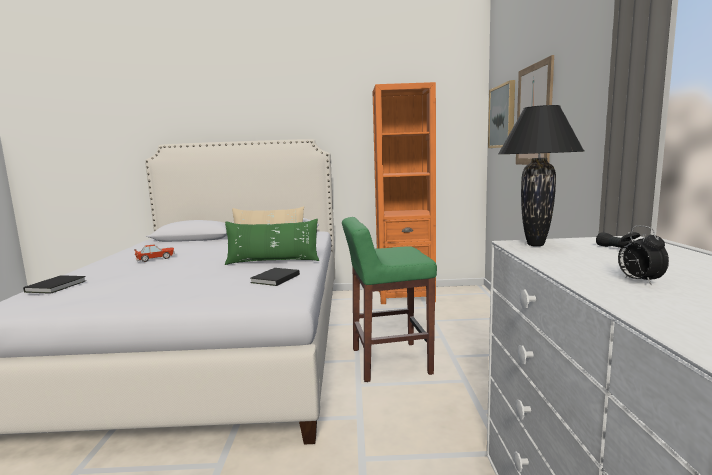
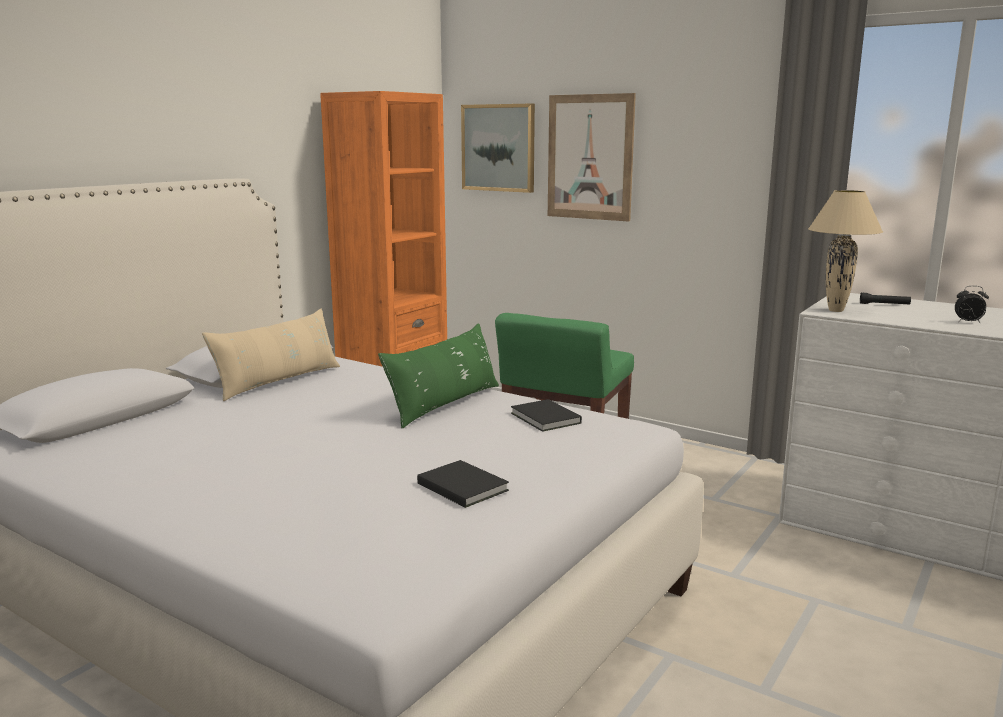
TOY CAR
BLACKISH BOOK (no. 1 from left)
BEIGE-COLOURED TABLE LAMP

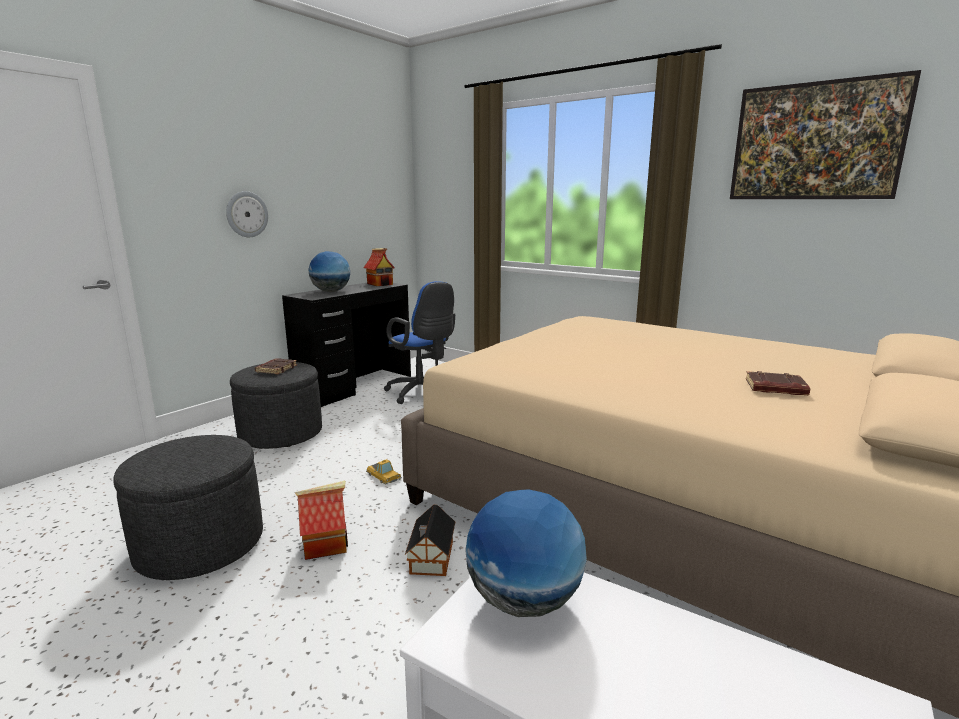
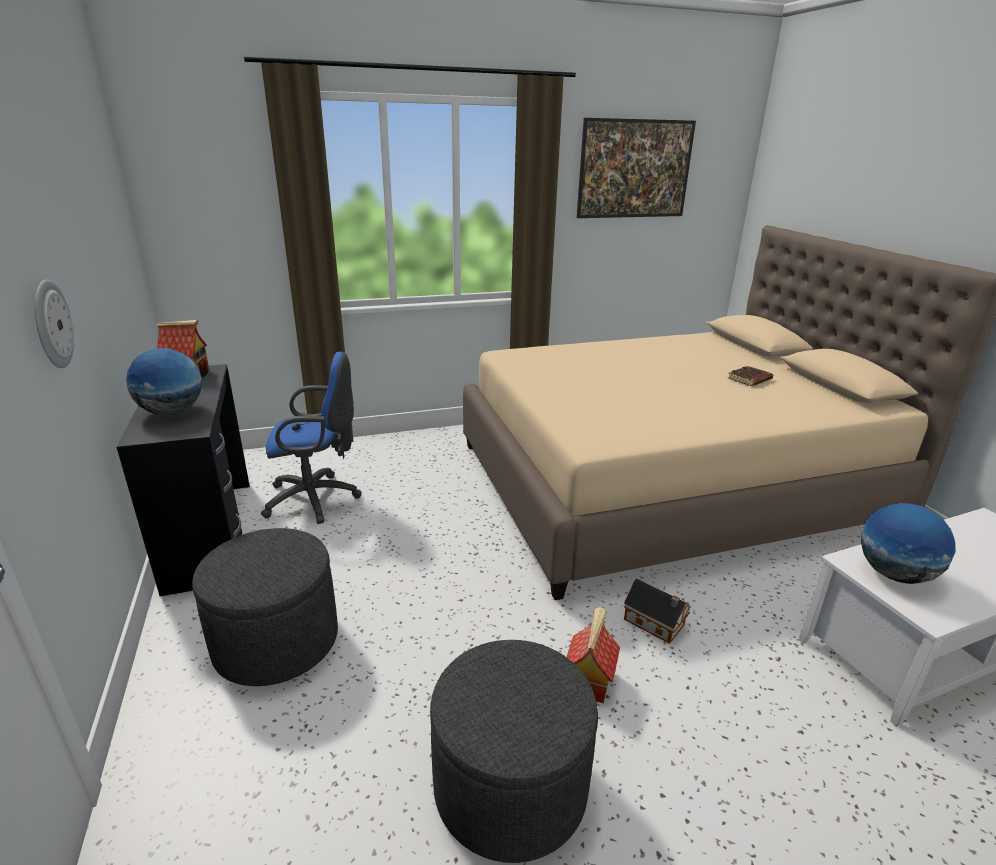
BROWN-COLOURED BOOK (no. 1 from left in the first image)
TOY CAR

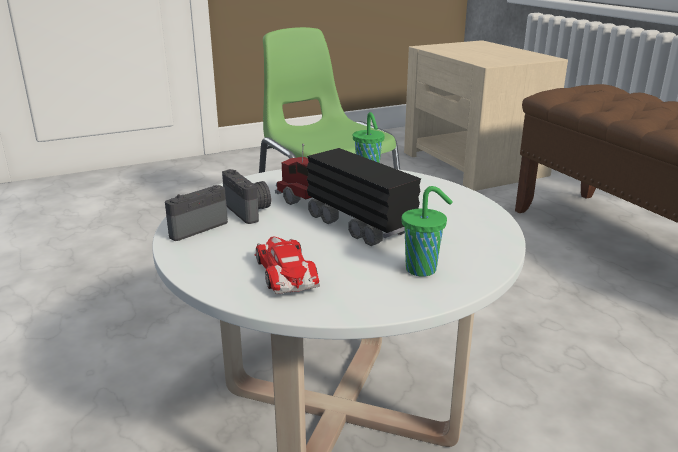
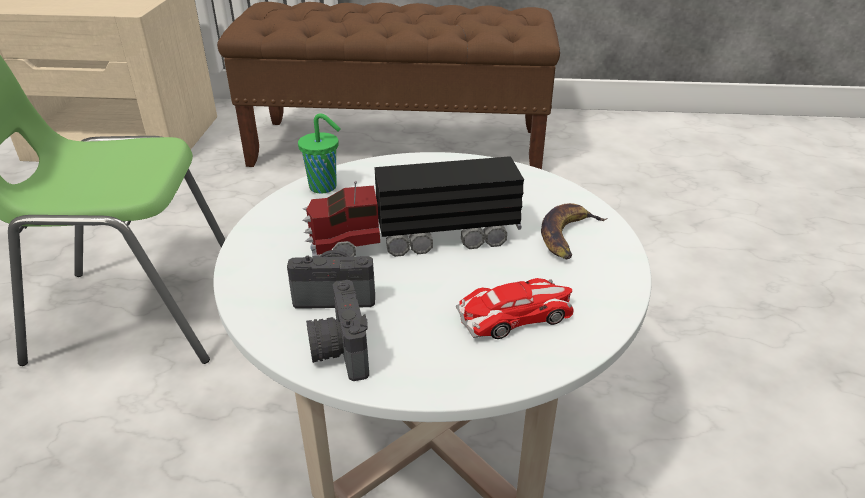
BANANA
TOY CAR

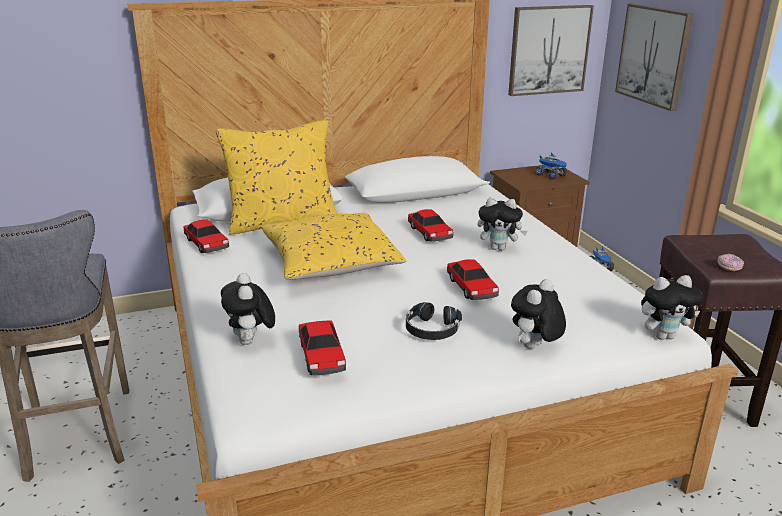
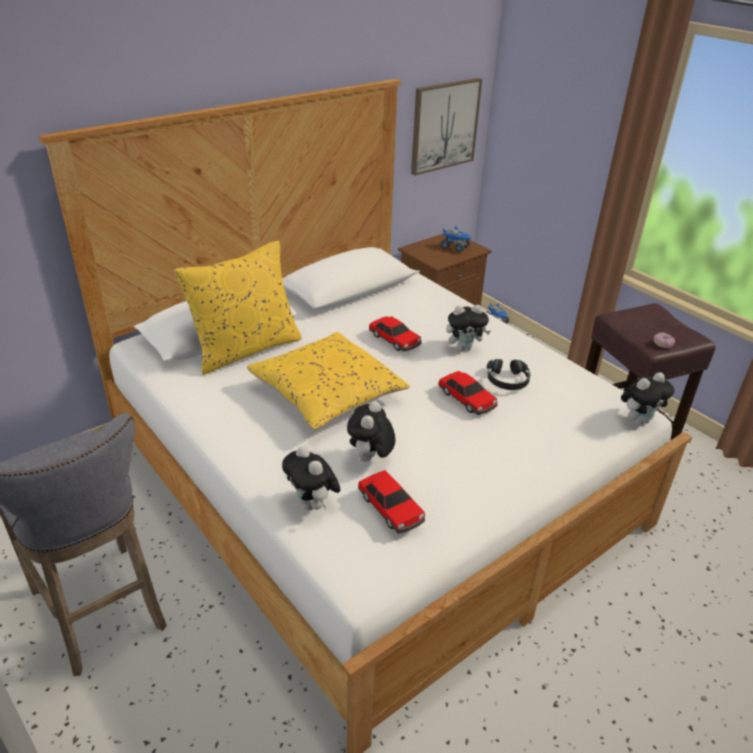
TOY CAR (no. 1 from left in the first image)
PICTURE (no. 2 from left in the first image)
BLACKISH HEADSET
CUDDLY TOY (no. 2 from left)

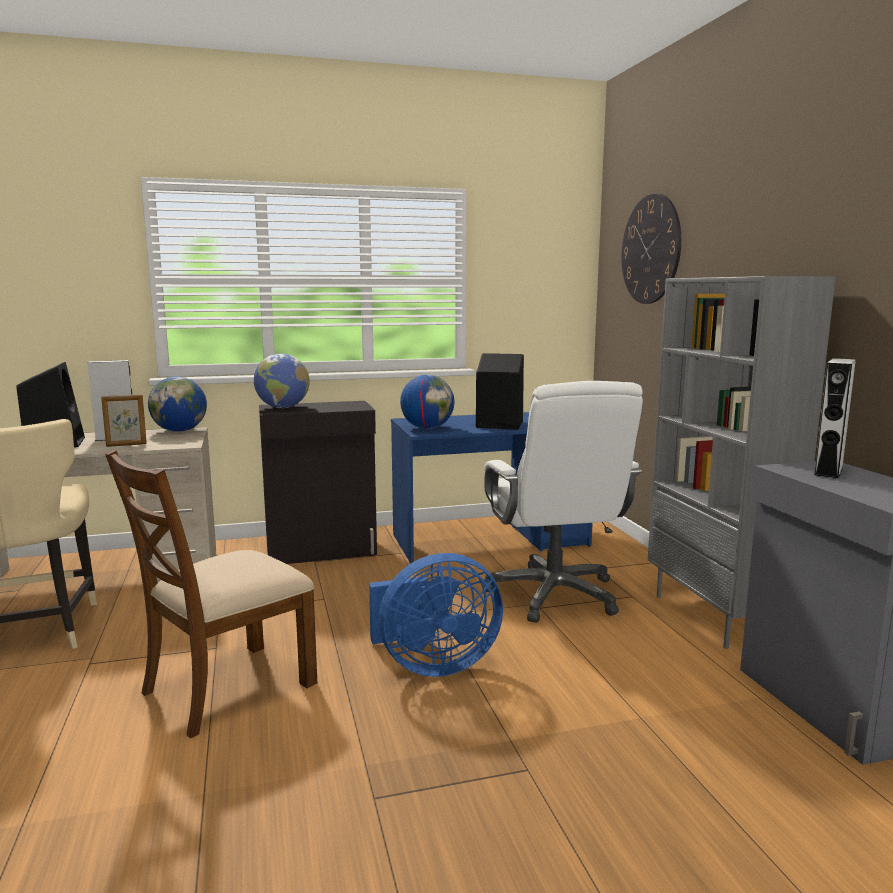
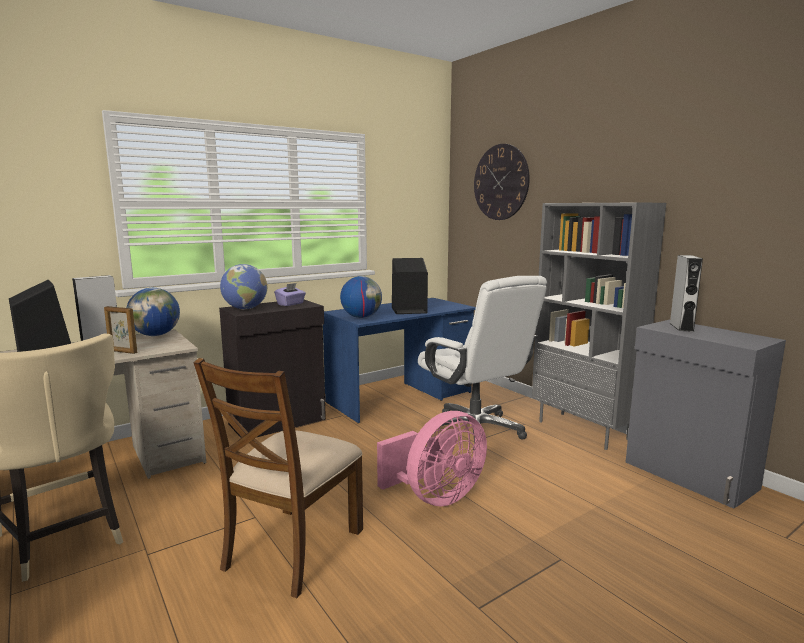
PURPLISH TISSUE HOLDER
PINK-COLOURED COOLING FAN
PHOTO FRAME

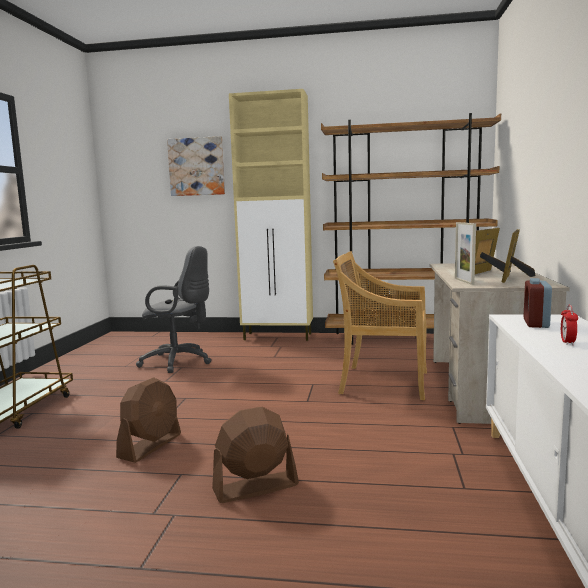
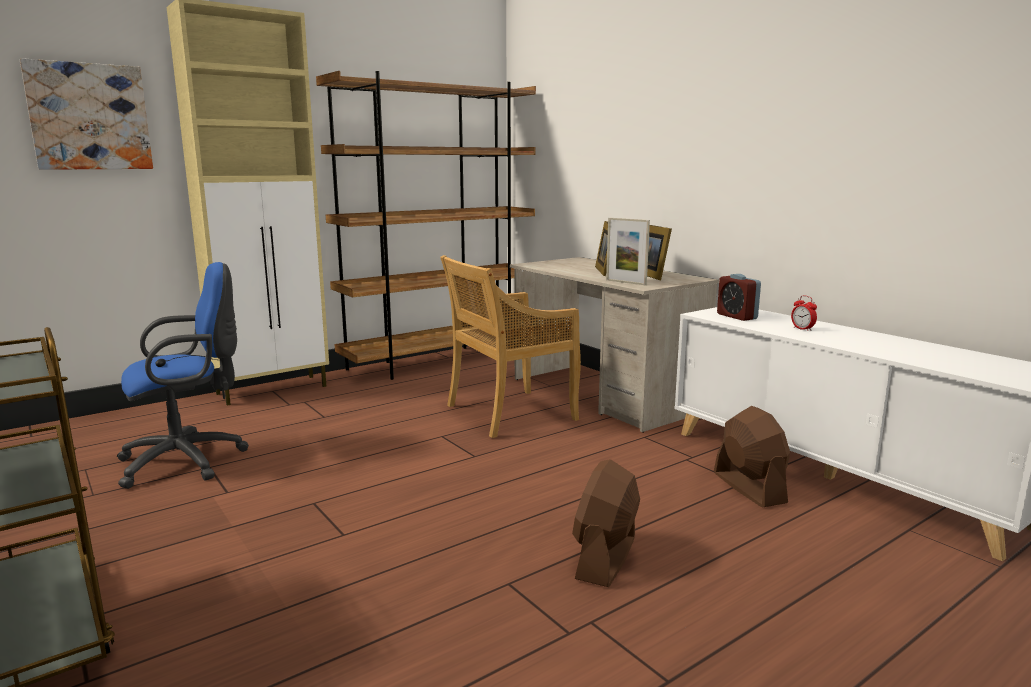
BROWN-COLOURED COOLING FAN (no. 2 from left)
BLUISH DESK CHAIR

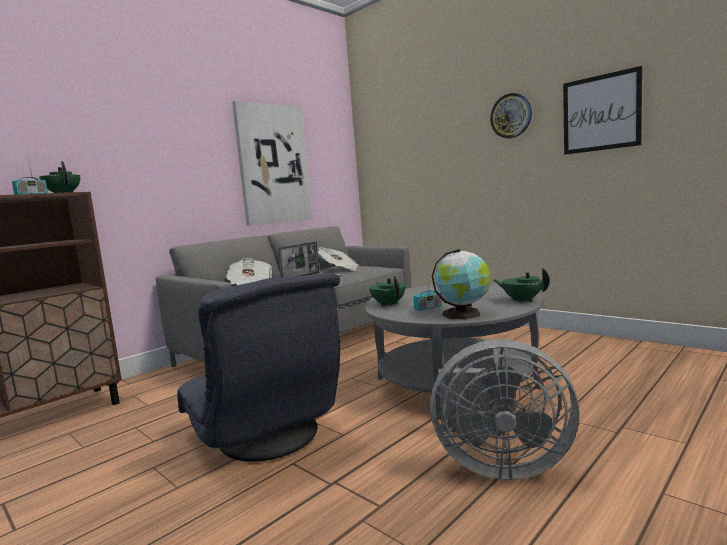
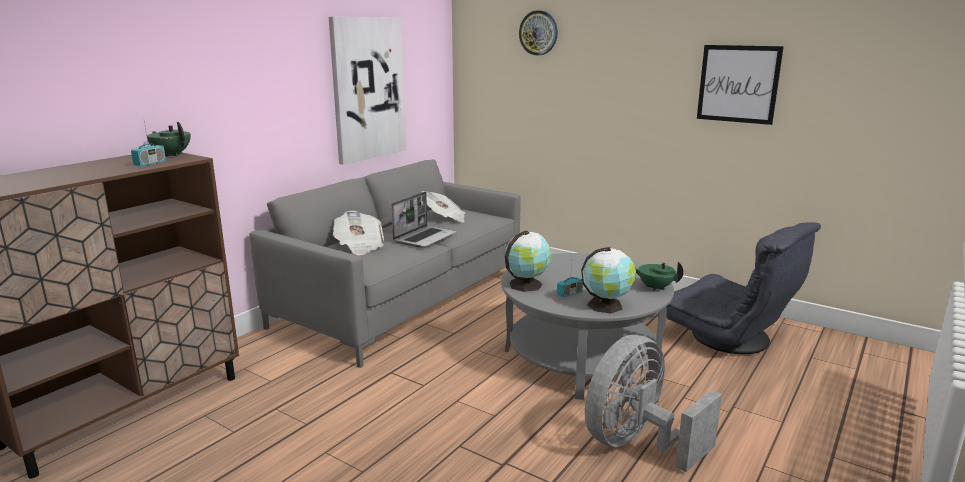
GRAY ARMCHAIR
CLOCK ON THE WALL
GLOBE (no. 1 from left)
GRAY COOLING FAN

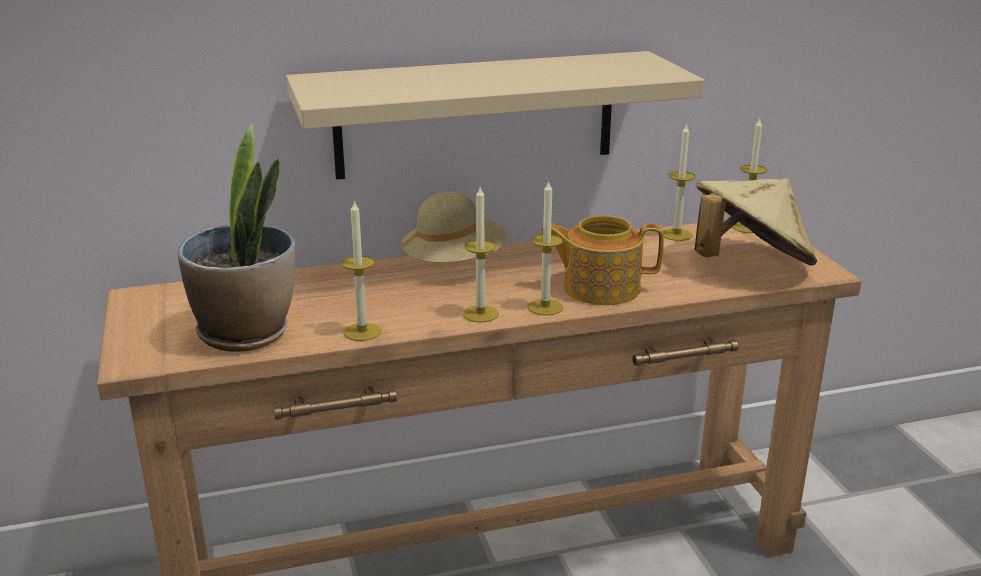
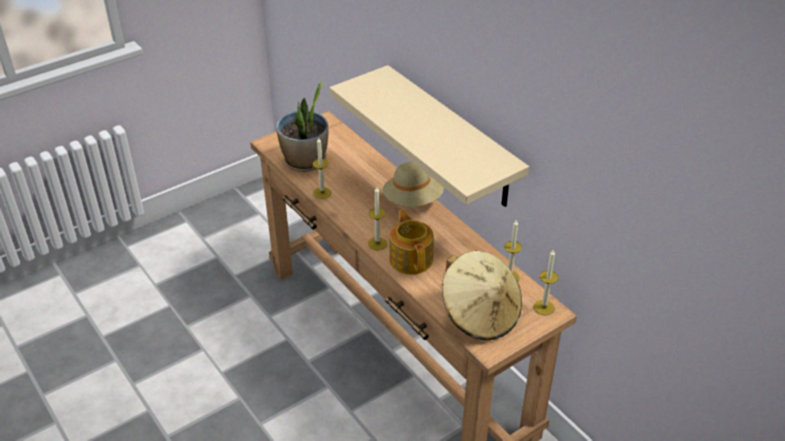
WAX CANDLE (no. 2 from left in the first image)

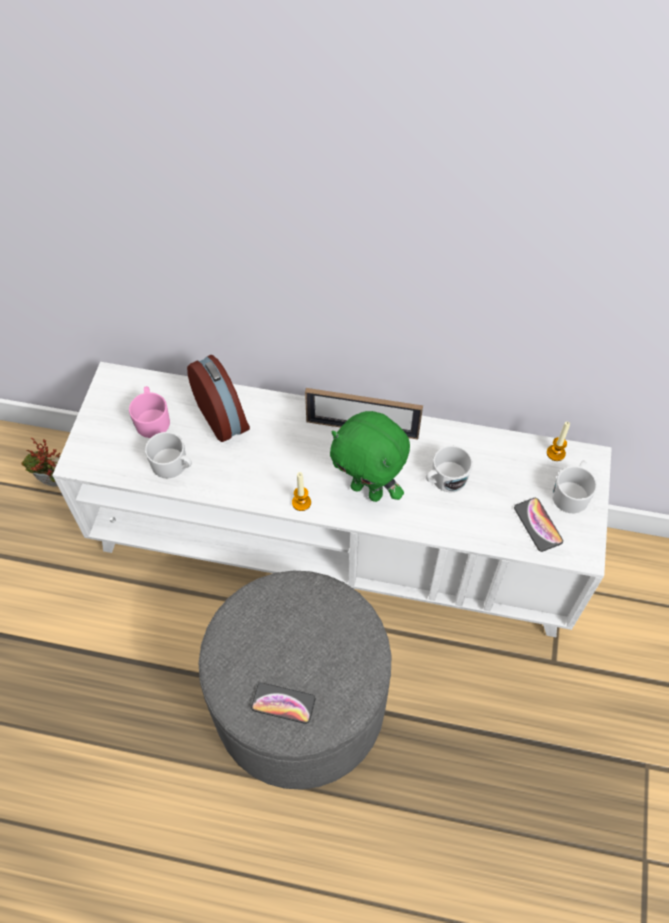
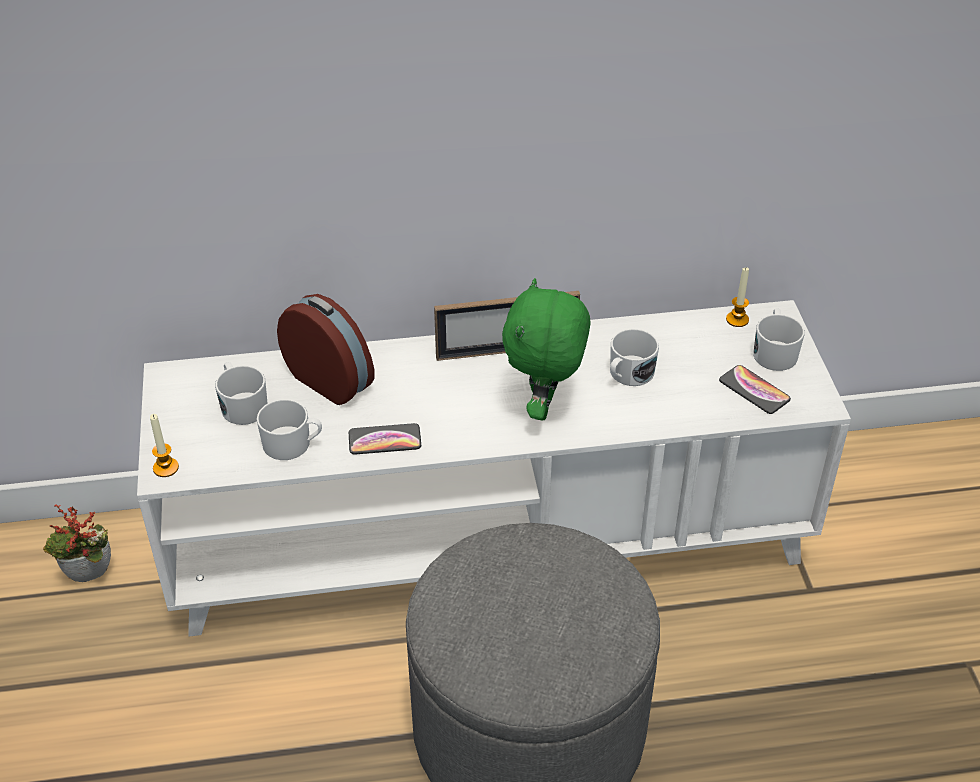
HANDSET (no. 1 from left)
WAX CANDLE (no. 1 from left)
WHITE-COLOURED COFFEE MUG (no. 1 from left)
GREEN CUDDLY TOY

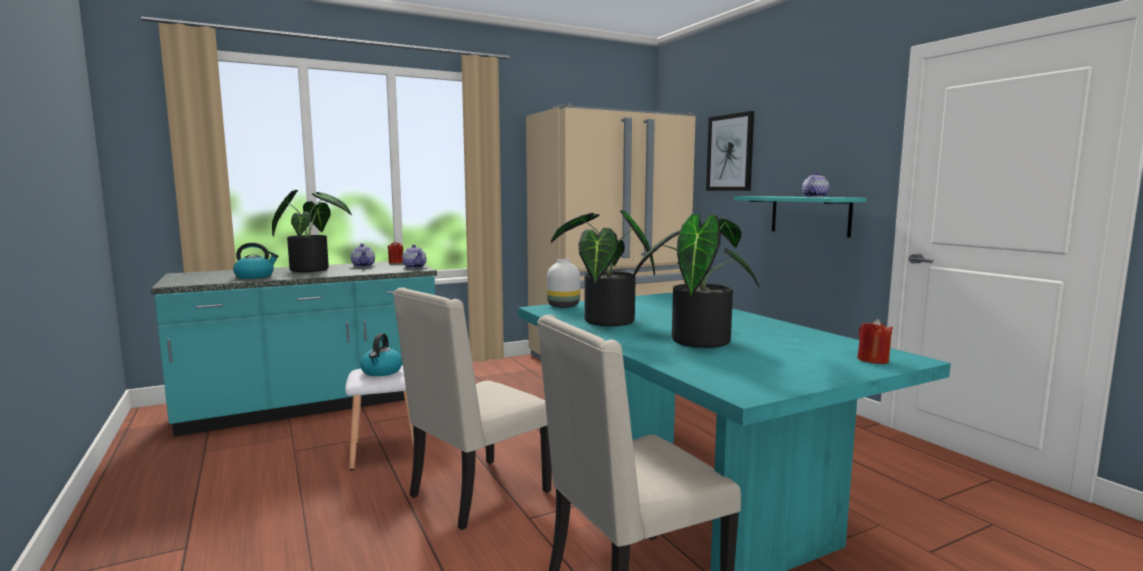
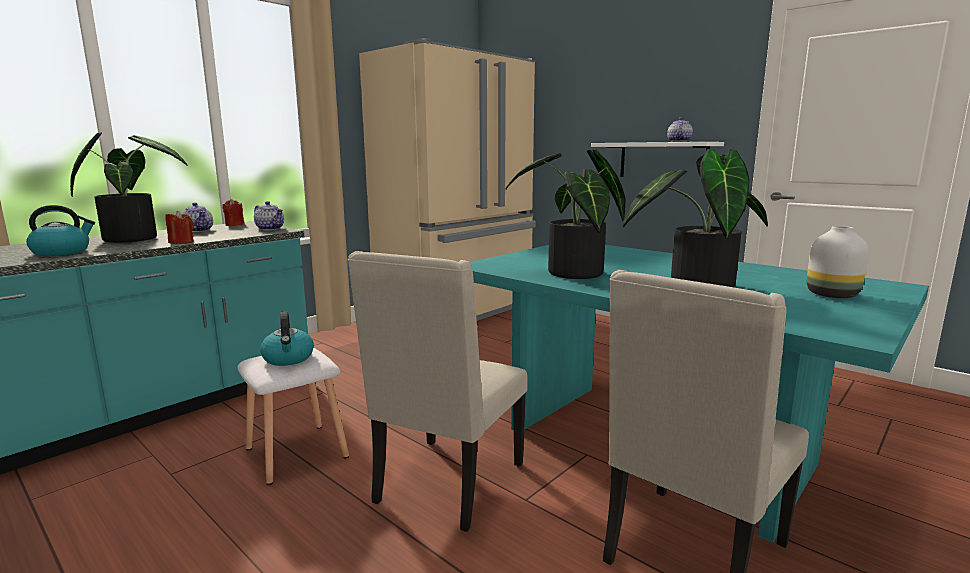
PICTURE
WHITE-COLOURED VASE
RED-COLOURED WAX CANDLE (no. 1 from left)
WHITE-COLOURED BRACKET SHELF

